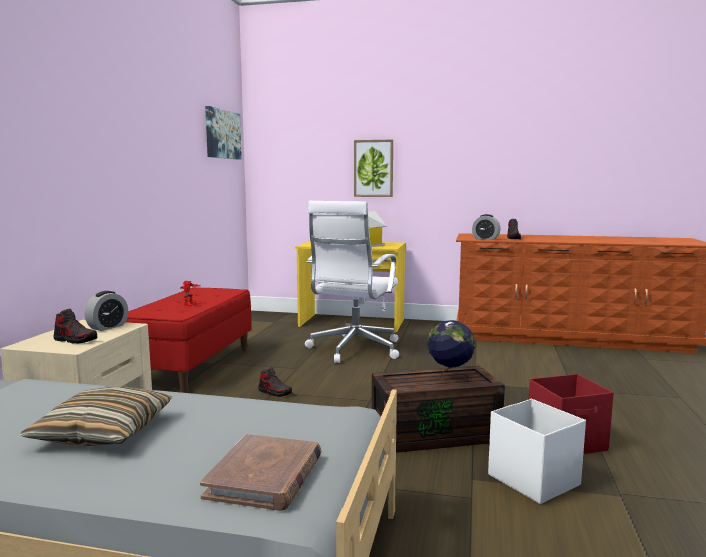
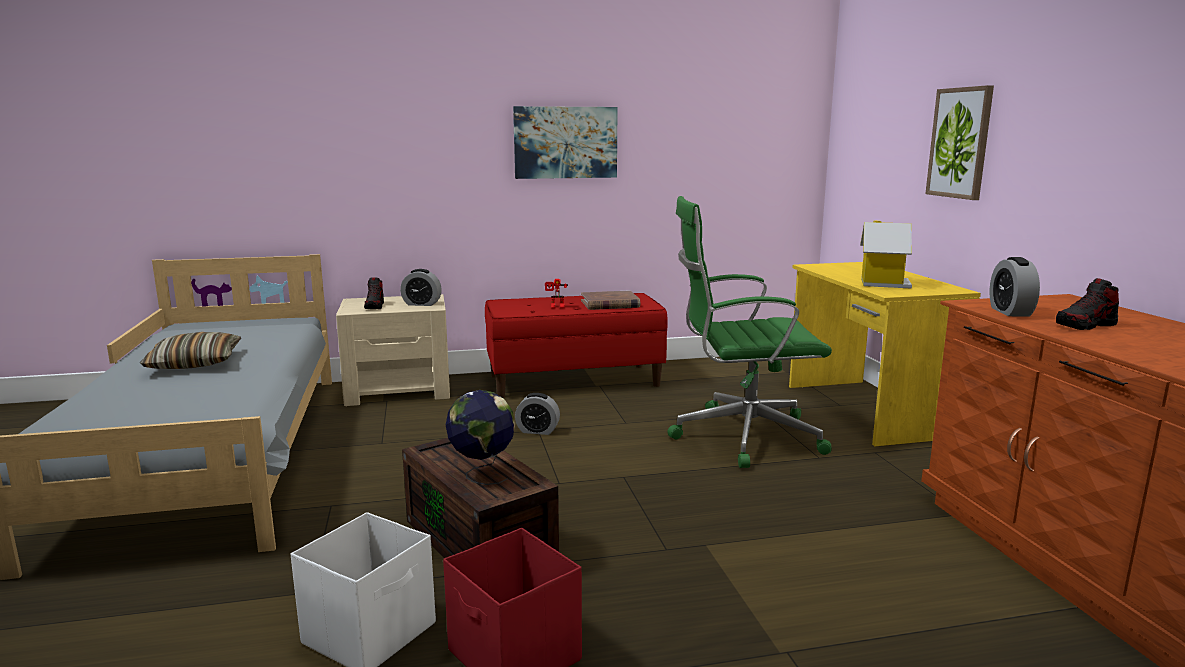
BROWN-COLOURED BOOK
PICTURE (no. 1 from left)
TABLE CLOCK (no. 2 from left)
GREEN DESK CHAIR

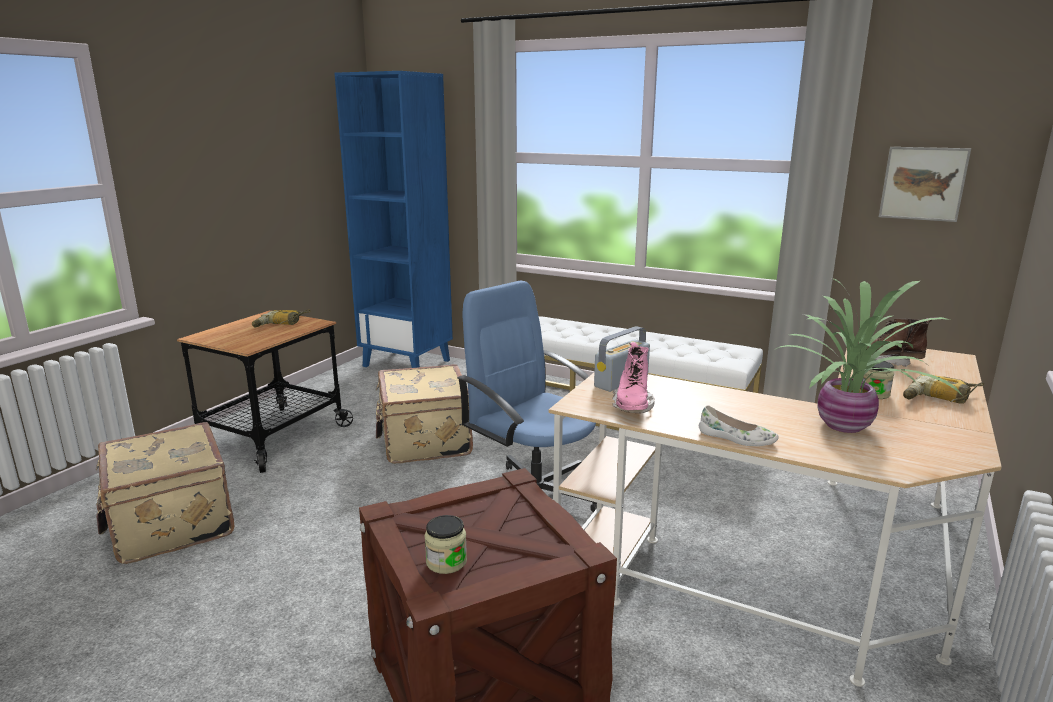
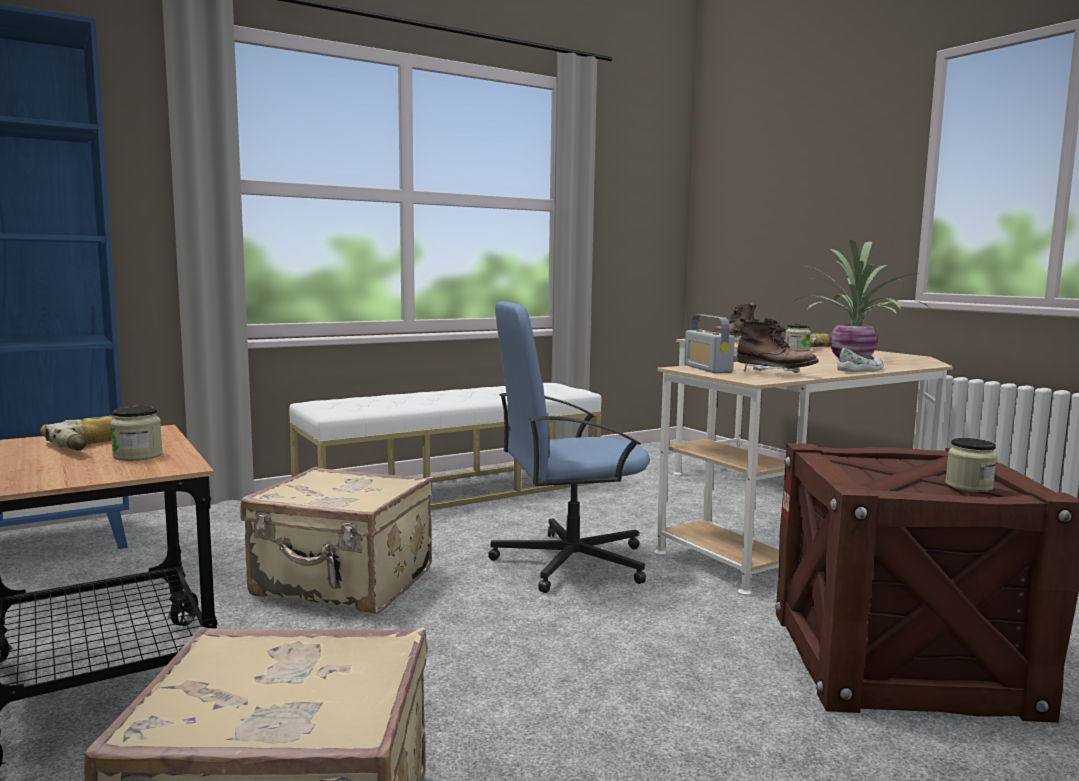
PICTURE
PRESERVE JAR (no. 1 from left)
BROWN-COLOURED HIGH-TOP BOOT (no. 2 from left)

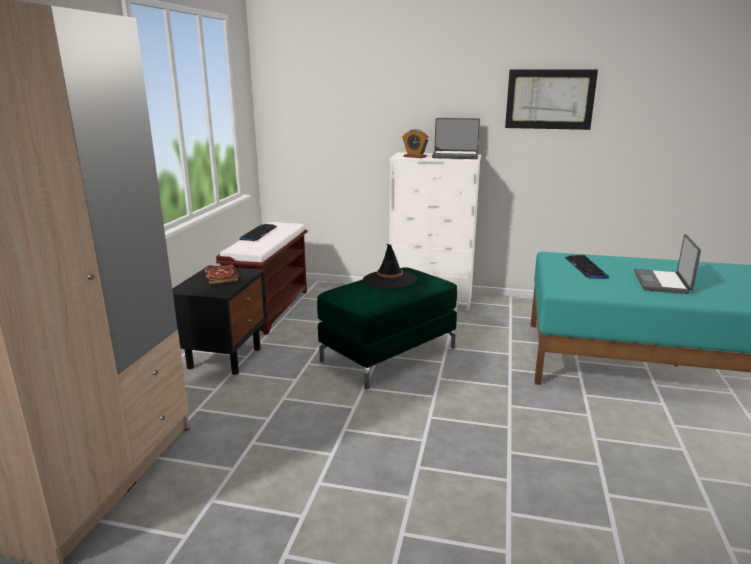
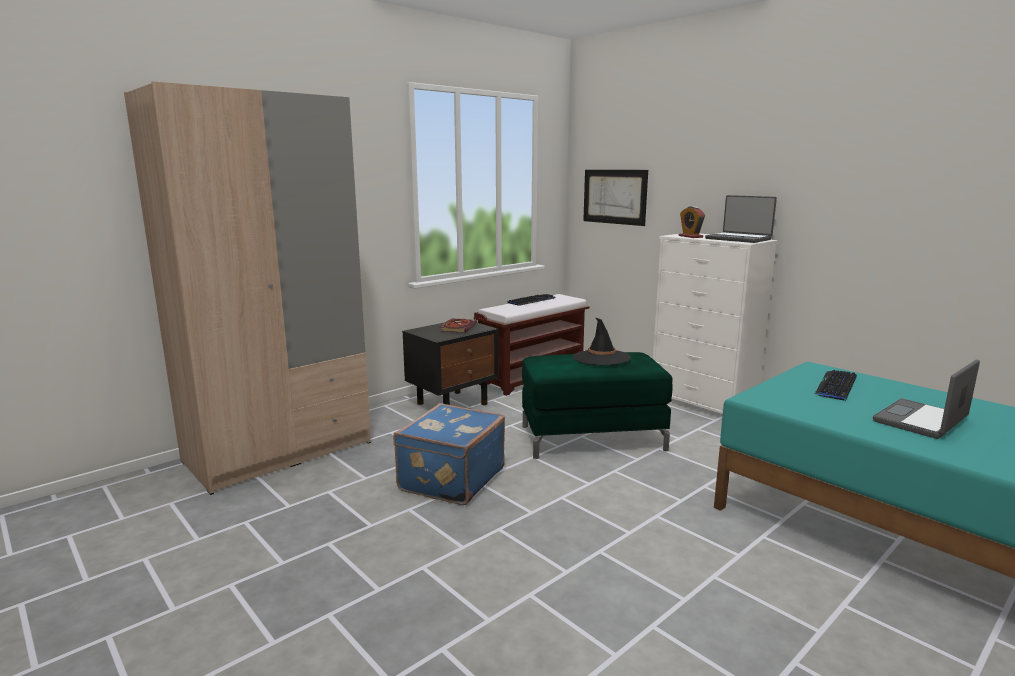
BLUISH SUITCASE
PICTURE

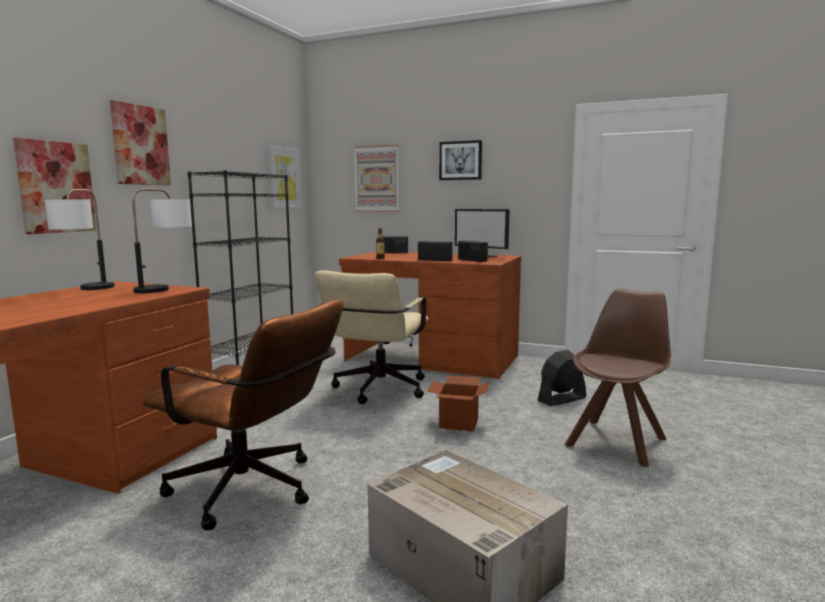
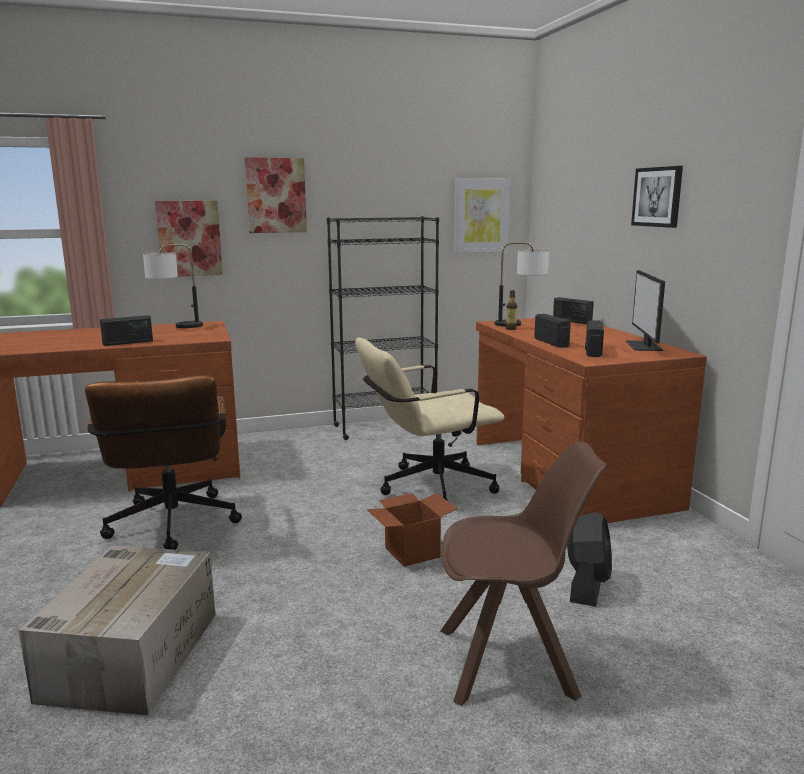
PICTURE (no. 4 from left in the first image)
RADIO SET (no. 1 from left)
TABLE LAMP (no. 2 from left)
BLACKISH COOLING FAN

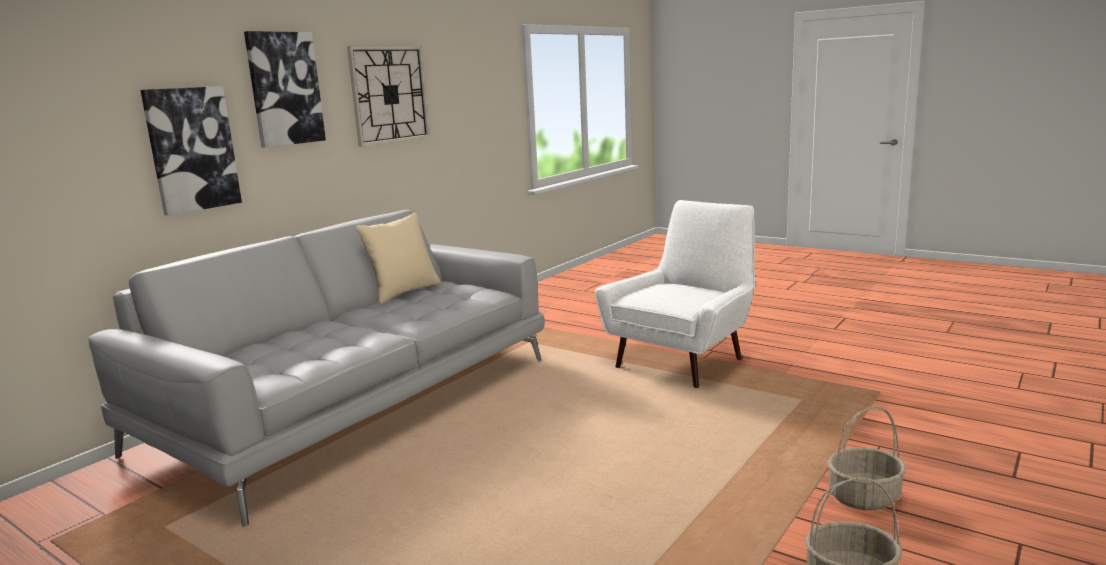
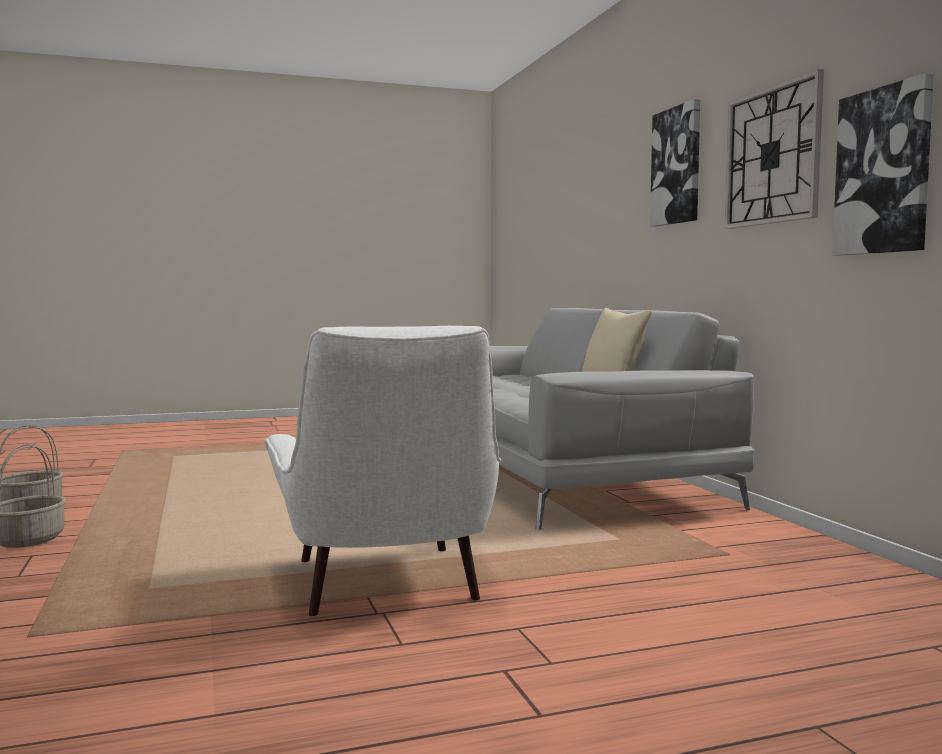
PICTURE (no. 2 from left)

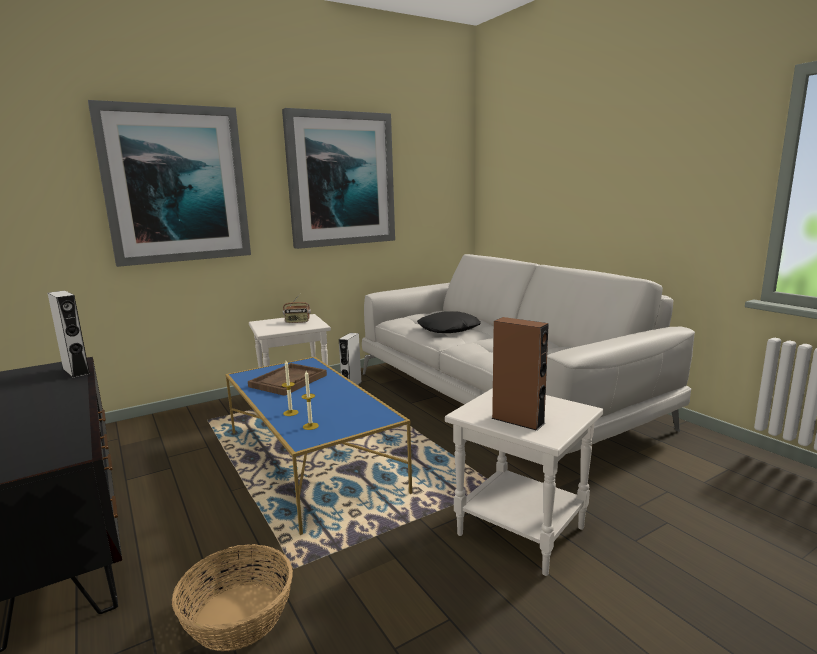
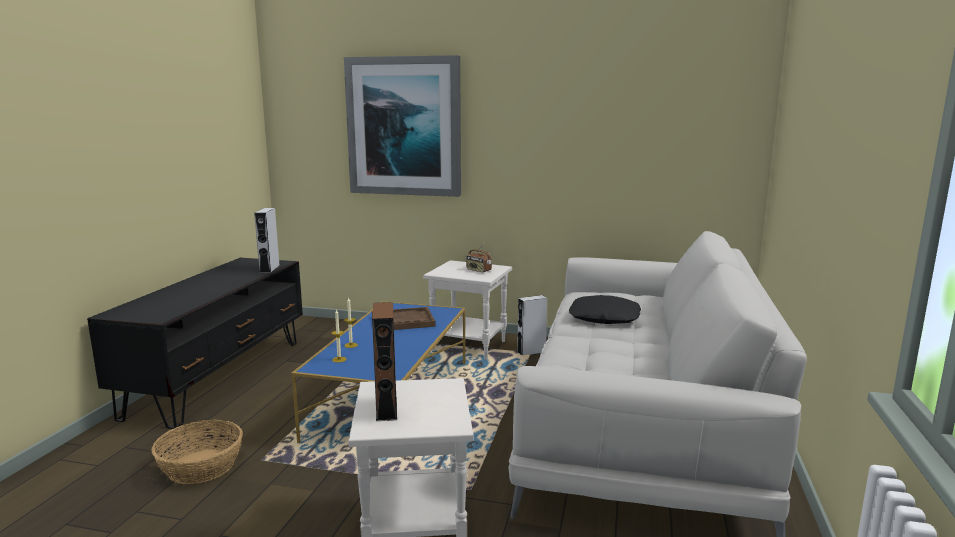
PICTURE (no. 2 from left in the first image)

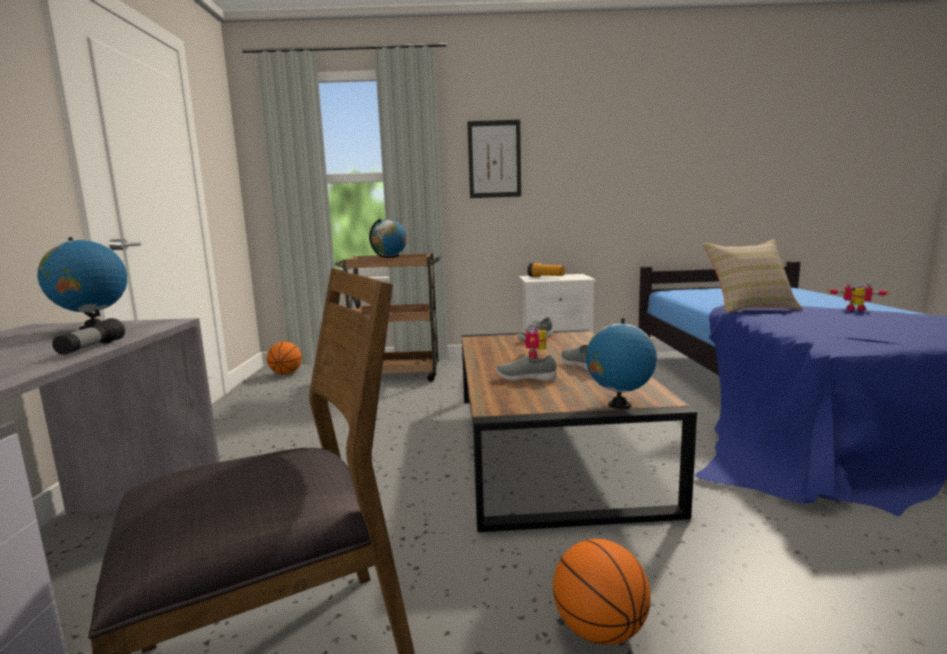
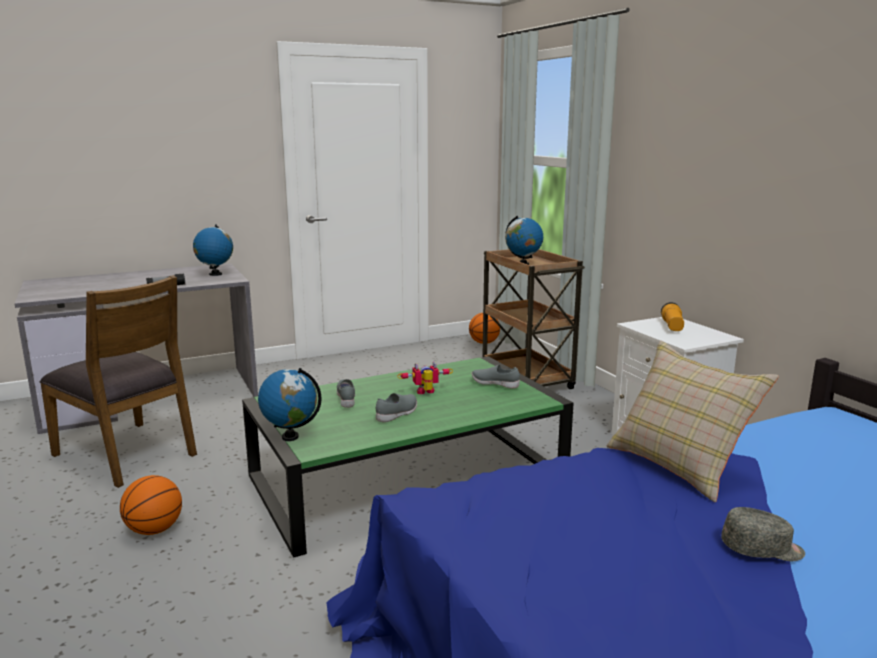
PICTURE
GRAY PEAKED CAP
GREEN LOUNGE TABLE

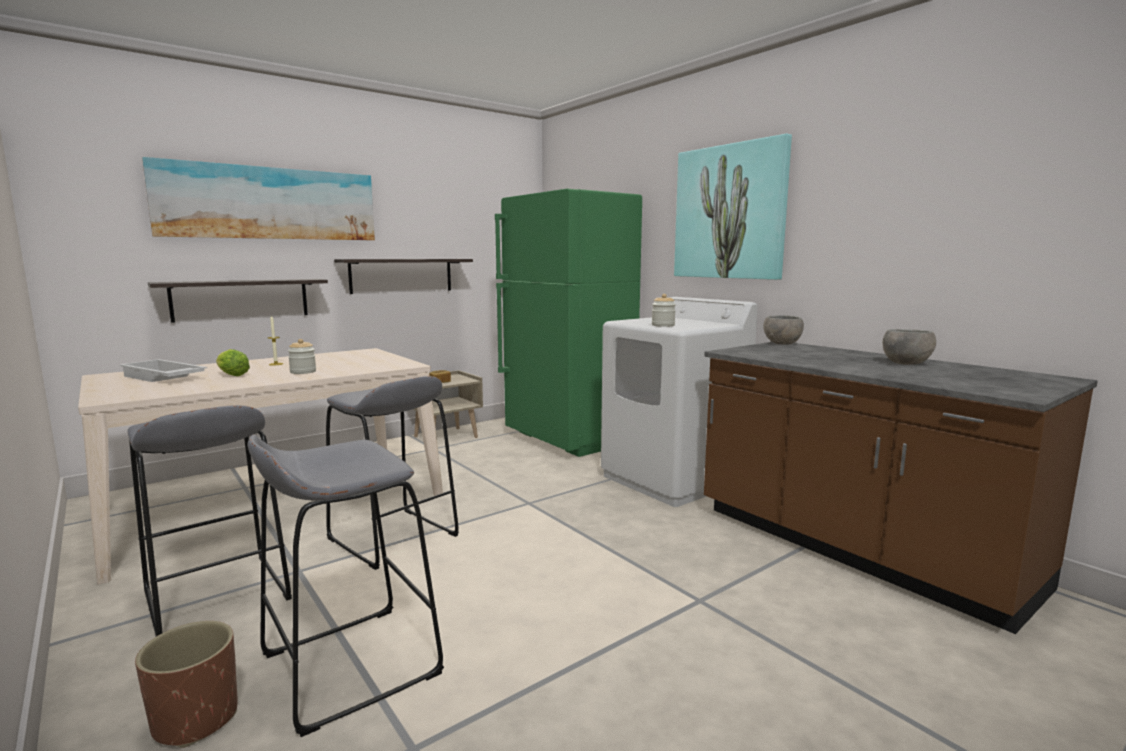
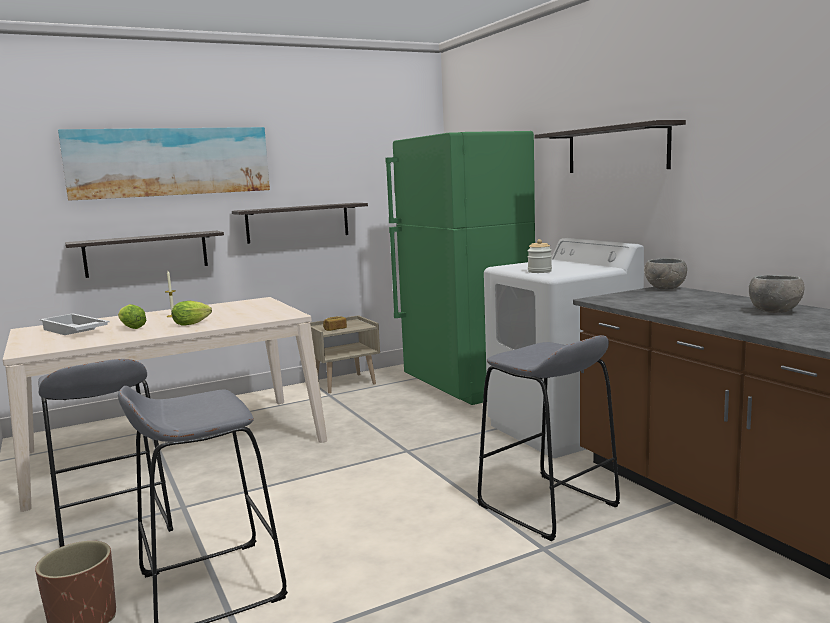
GRAY SITTING STOOL (no. 3 from left)
LETTUCE (no. 2 from left)
BRACKET SHELF (no. 3 from left)

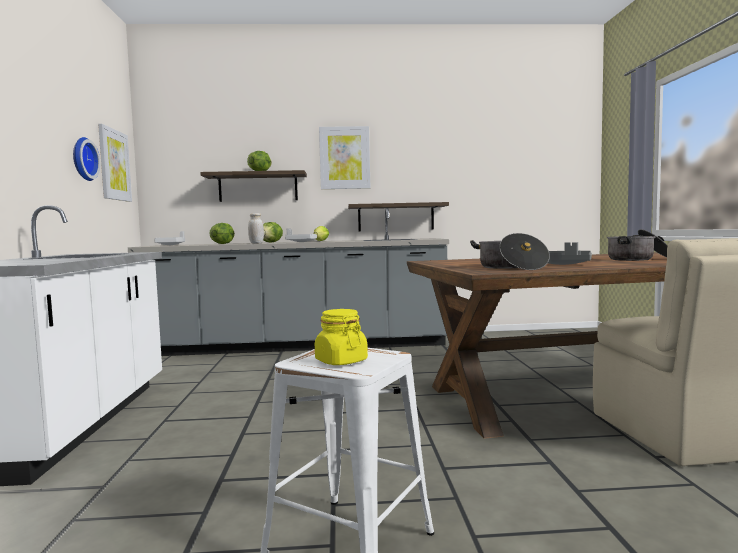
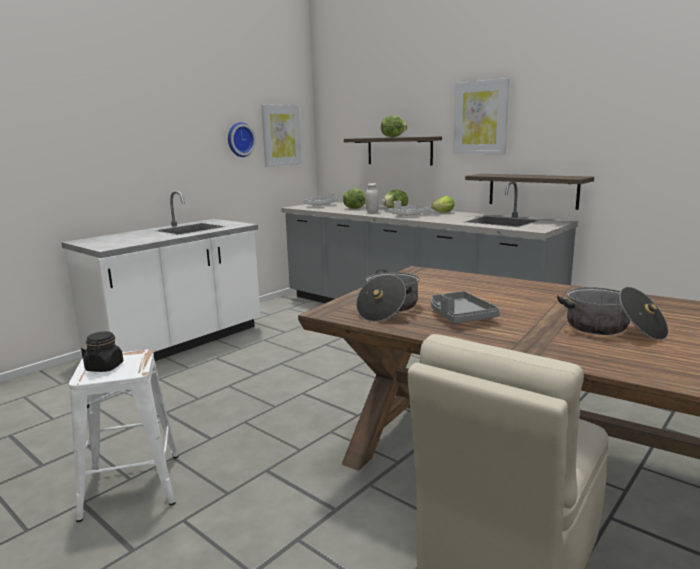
BLACKISH PRESERVE JAR

